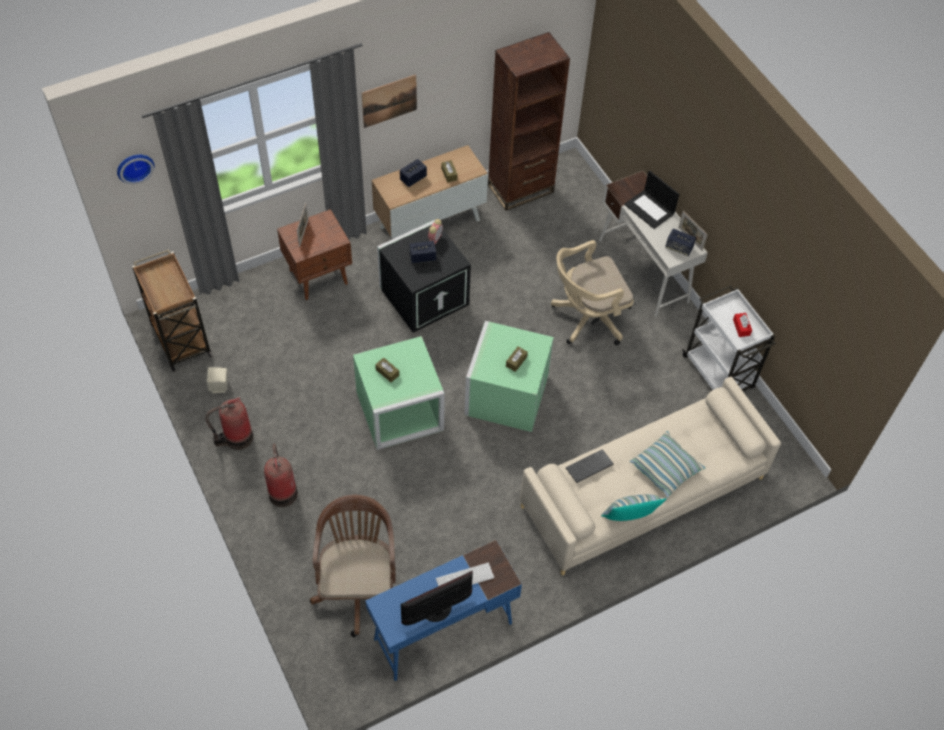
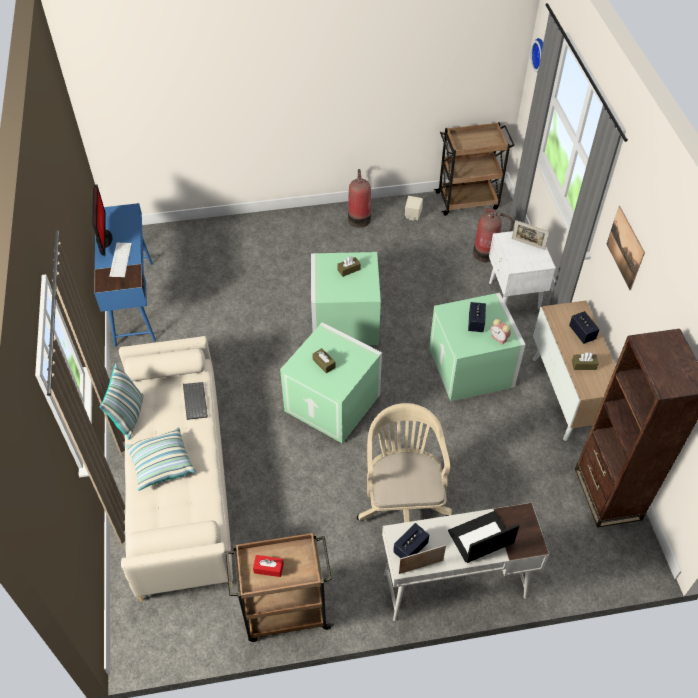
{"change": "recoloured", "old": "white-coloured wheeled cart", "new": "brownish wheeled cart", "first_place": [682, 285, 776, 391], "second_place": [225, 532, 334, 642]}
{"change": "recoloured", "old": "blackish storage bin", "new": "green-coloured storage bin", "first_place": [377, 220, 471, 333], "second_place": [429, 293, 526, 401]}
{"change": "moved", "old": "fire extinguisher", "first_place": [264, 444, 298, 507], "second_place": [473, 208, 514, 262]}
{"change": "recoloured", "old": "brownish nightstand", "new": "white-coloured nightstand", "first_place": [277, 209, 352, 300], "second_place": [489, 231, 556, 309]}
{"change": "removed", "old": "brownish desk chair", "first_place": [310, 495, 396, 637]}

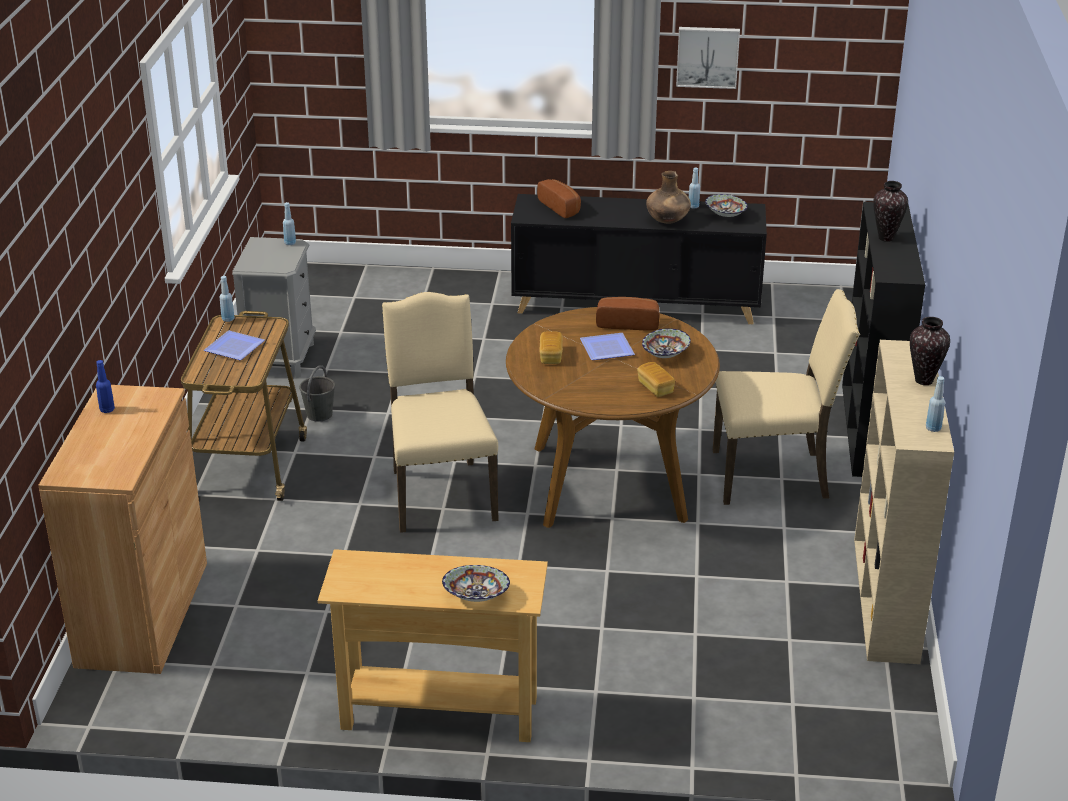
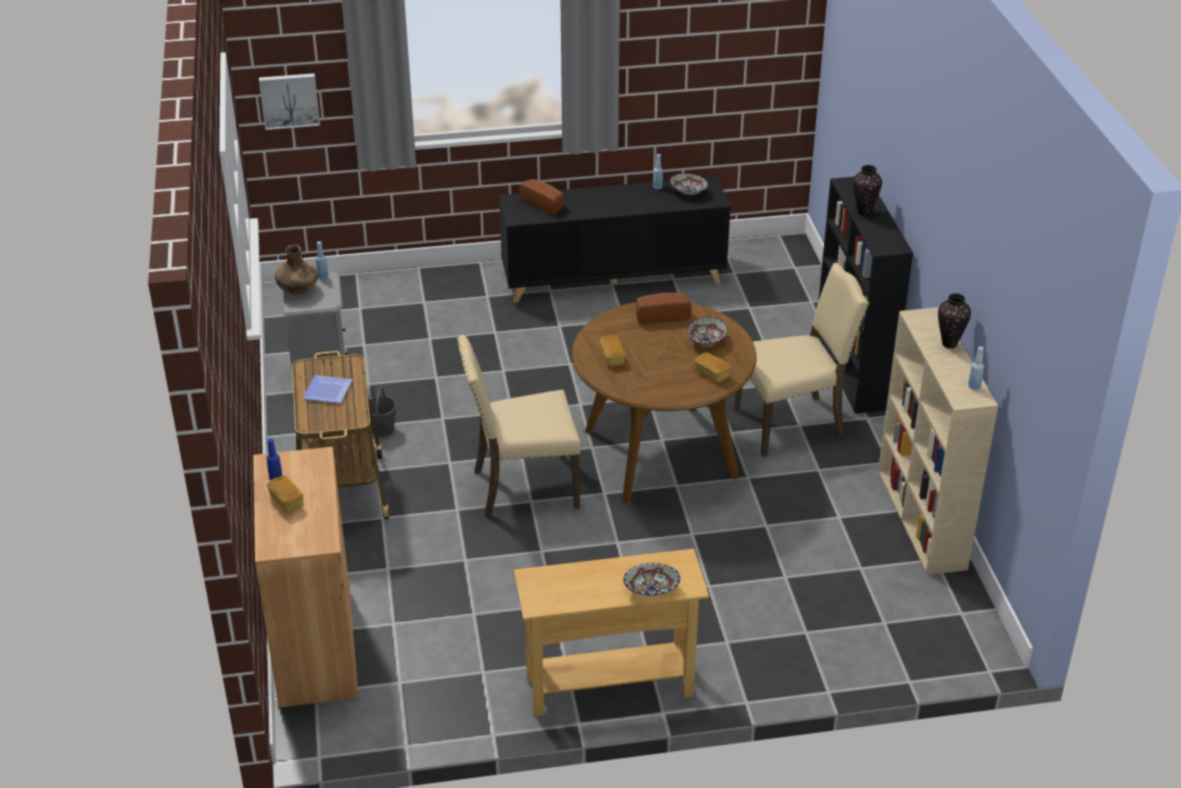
{"change": "moved", "old": "wall picture", "first_place": [676, 27, 740, 89], "second_place": [259, 73, 320, 130]}
{"change": "added", "new": "bakery bread", "second_place": [267, 476, 303, 513]}
{"change": "moved", "old": "brownish vase", "first_place": [646, 171, 691, 224], "second_place": [275, 244, 318, 295]}
{"change": "turned", "old": "beige-coloured chair", "first_place": [382, 292, 499, 533], "second_place": [457, 335, 581, 517], "degrees": -75}
{"change": "removed", "old": "blue-coloured beverage bottle", "first_place": [220, 276, 235, 322]}
{"change": "removed", "old": "flat dish", "first_place": [580, 333, 635, 360]}

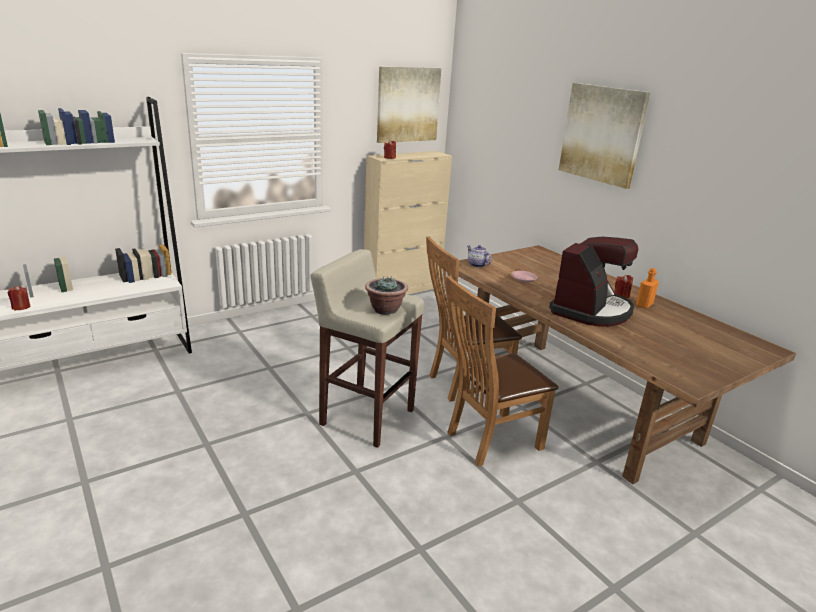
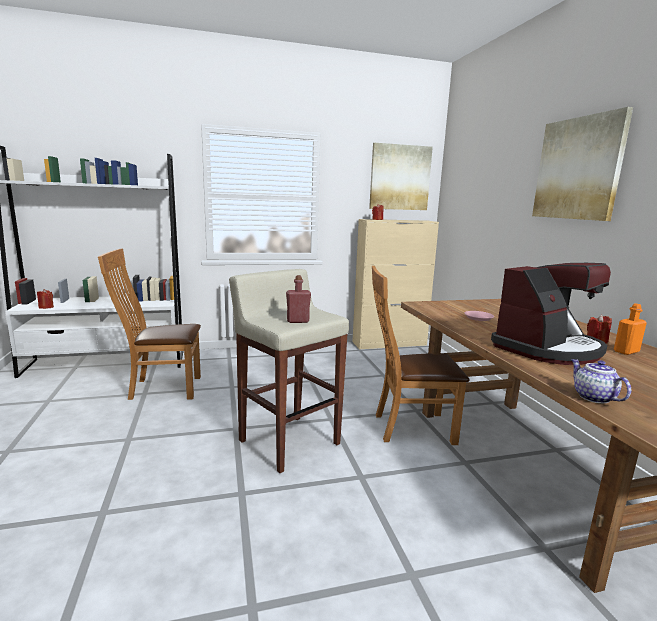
{"change": "moved", "old": "brownish chair", "first_place": [446, 276, 559, 467], "second_place": [98, 249, 201, 400]}
{"change": "replaced", "old": "plant in a pot", "new": "red beverage bottle", "first_place": [365, 276, 408, 315], "second_place": [286, 275, 311, 323]}
{"change": "moved", "old": "tea pot", "first_place": [467, 245, 492, 268], "second_place": [571, 359, 631, 403]}

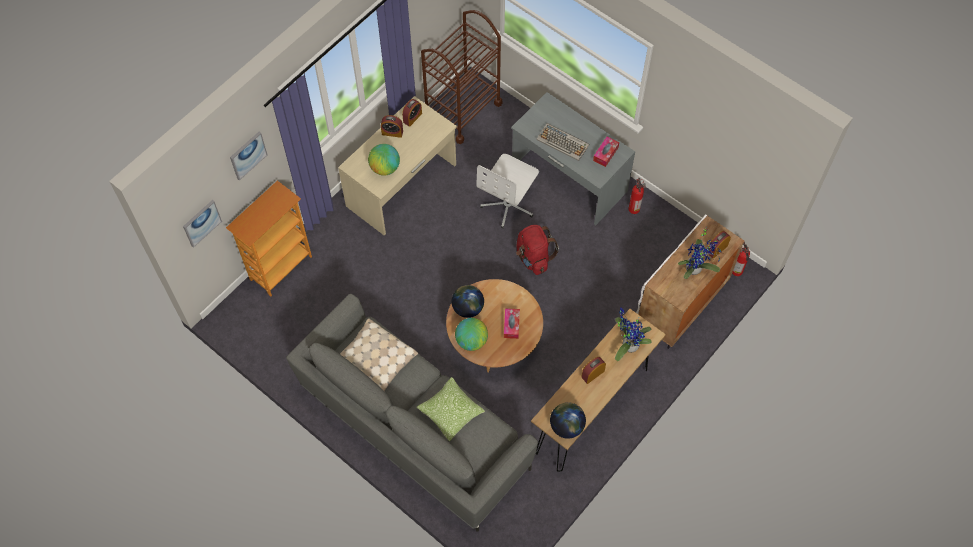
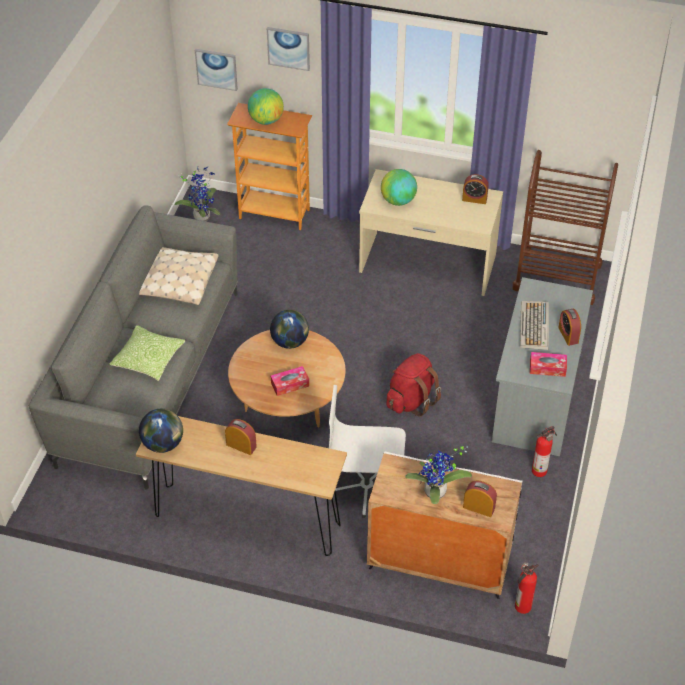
{"change": "moved", "old": "plant in a pot", "first_place": [615, 308, 652, 361], "second_place": [175, 166, 220, 222]}
{"change": "moved", "old": "desk globe", "first_place": [455, 318, 488, 351], "second_place": [248, 88, 284, 125]}
{"change": "moved", "old": "white-coloured desk chair", "first_place": [477, 154, 539, 228], "second_place": [329, 385, 406, 518]}
{"change": "moved", "old": "alarm clock", "first_place": [381, 115, 403, 138], "second_place": [558, 309, 581, 346]}

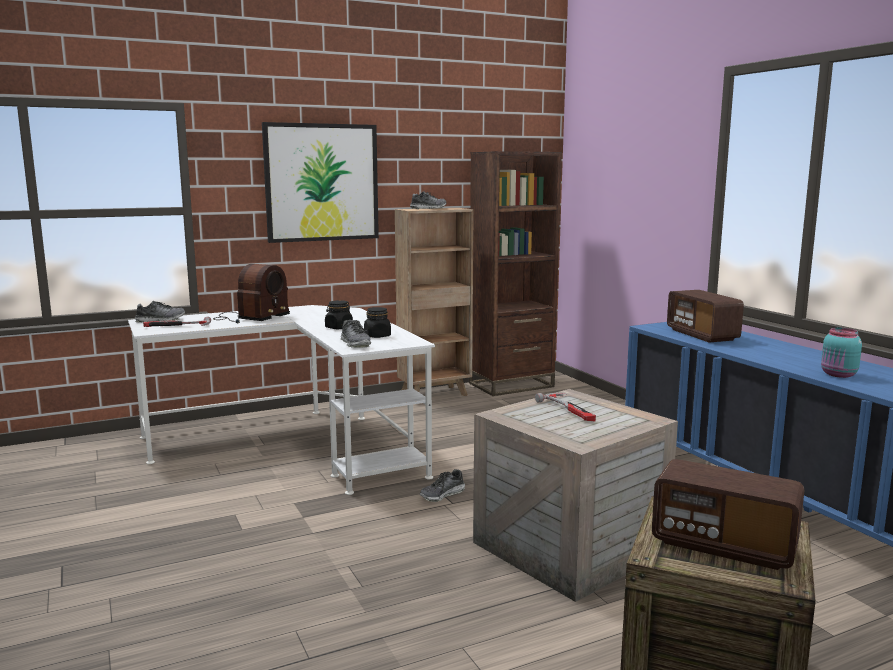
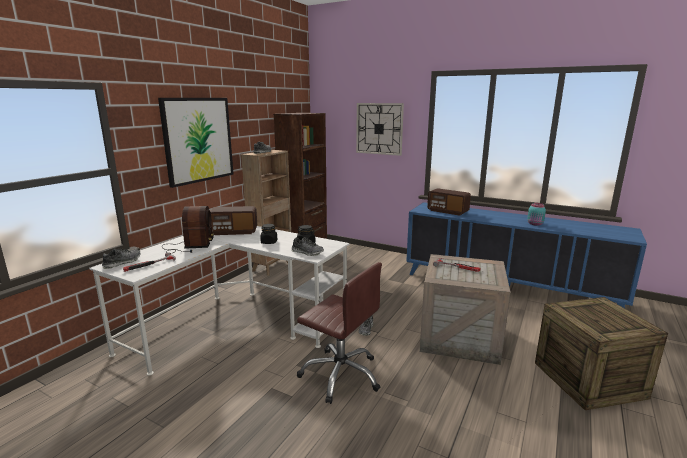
{"change": "moved", "old": "radio receiver", "first_place": [652, 459, 804, 570], "second_place": [210, 206, 257, 235]}
{"change": "added", "new": "brownish desk chair", "second_place": [297, 262, 382, 404]}
{"change": "added", "new": "clock on the wall", "second_place": [356, 103, 404, 156]}

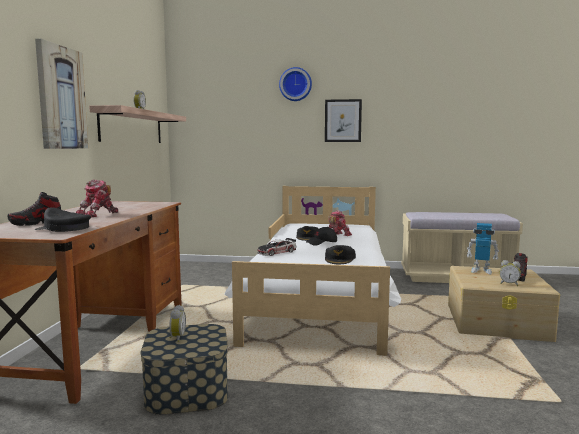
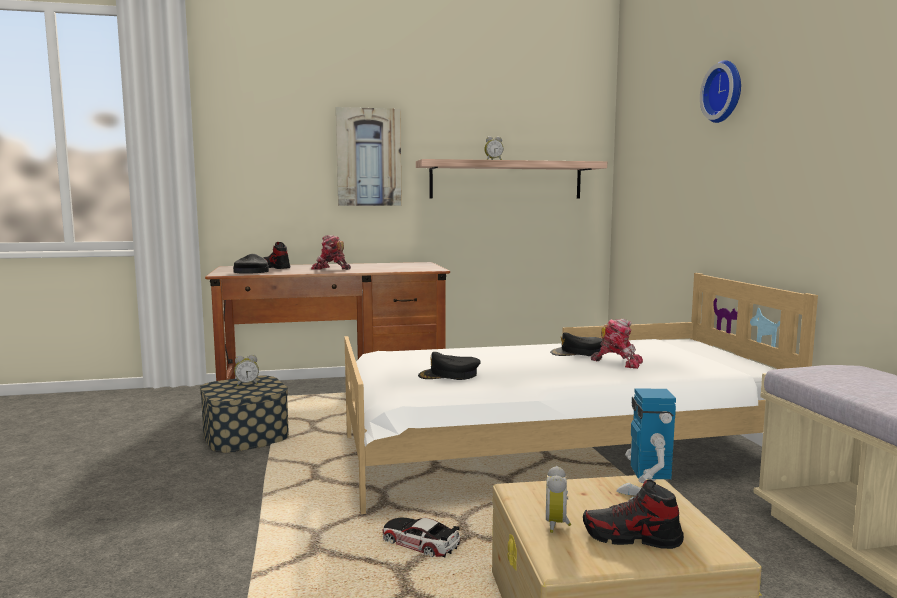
{"change": "moved", "old": "toy car", "first_place": [257, 238, 297, 256], "second_place": [383, 518, 460, 557]}
{"change": "removed", "old": "blackish cap", "first_place": [306, 227, 337, 246]}
{"change": "removed", "old": "wall picture", "first_place": [325, 99, 362, 142]}

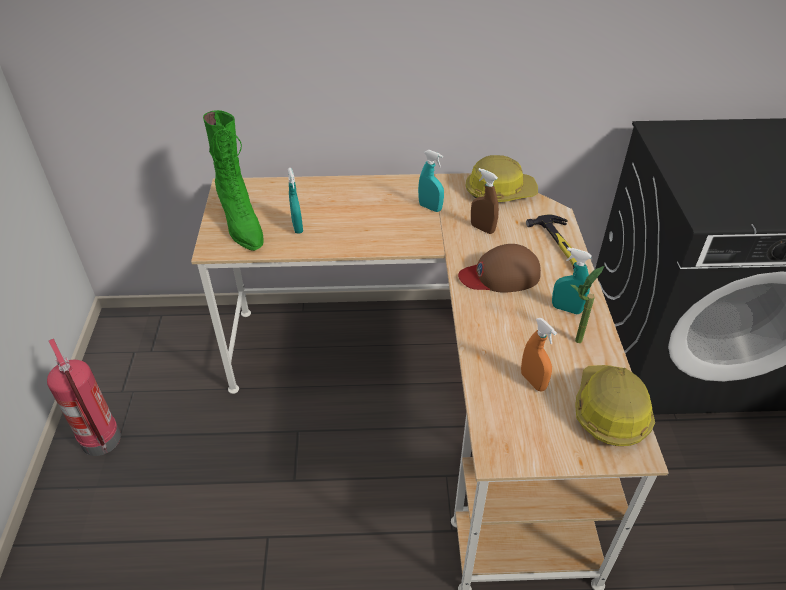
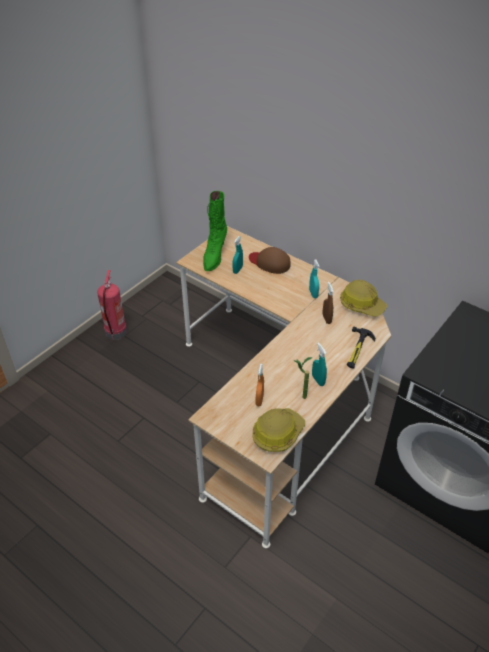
{"change": "moved", "old": "brownish cap", "first_place": [458, 244, 541, 293], "second_place": [249, 247, 291, 274]}

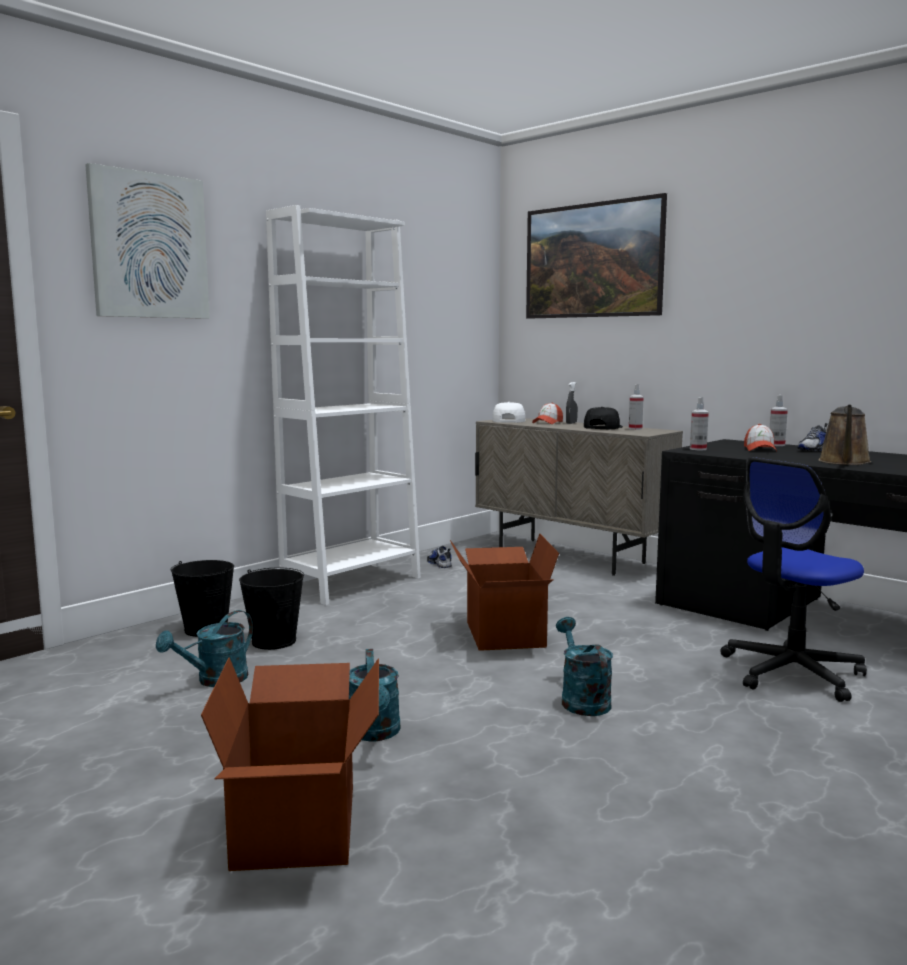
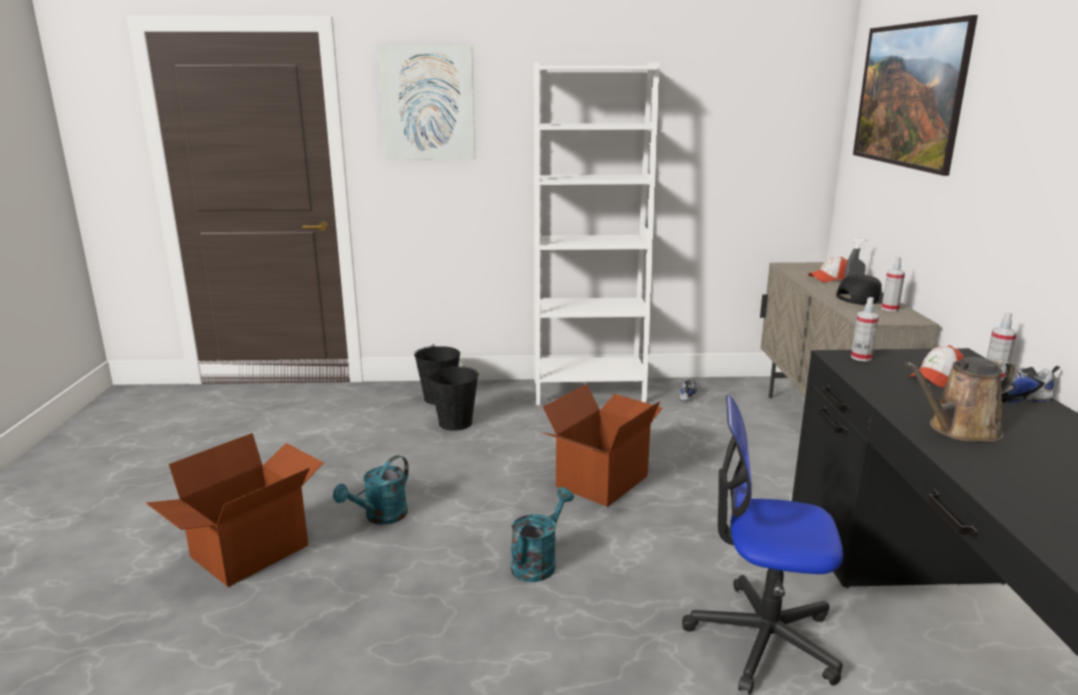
{"change": "removed", "old": "turquoise watering pot", "first_place": [156, 610, 253, 687]}
{"change": "removed", "old": "white-coloured cap", "first_place": [492, 402, 526, 423]}

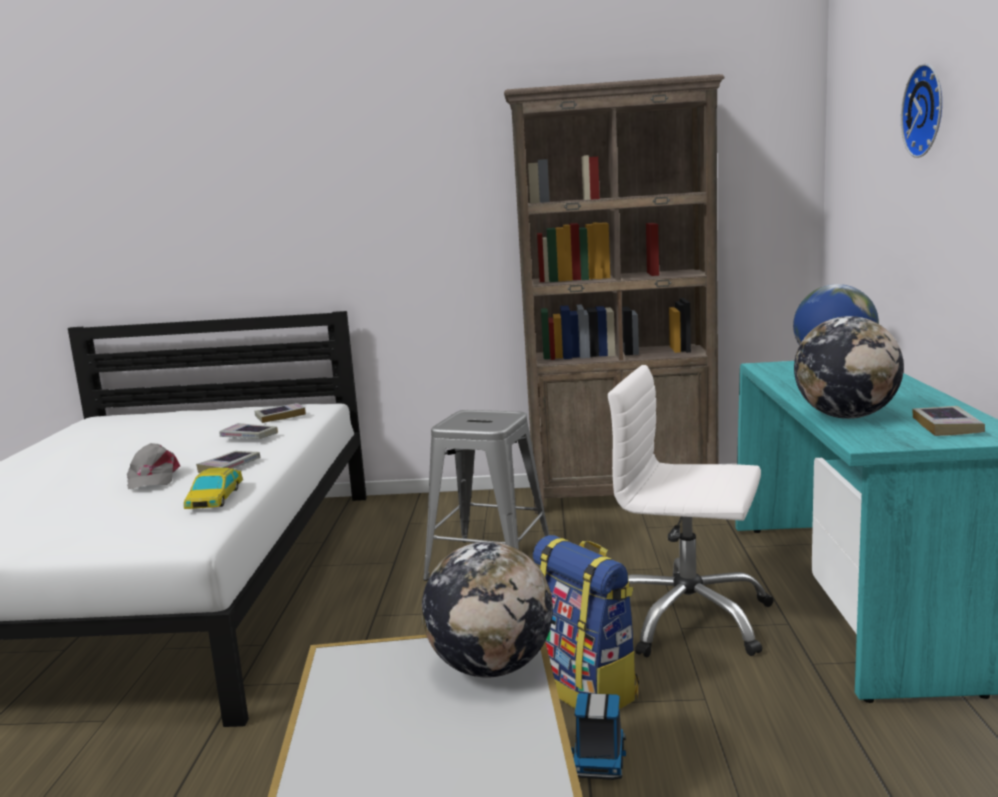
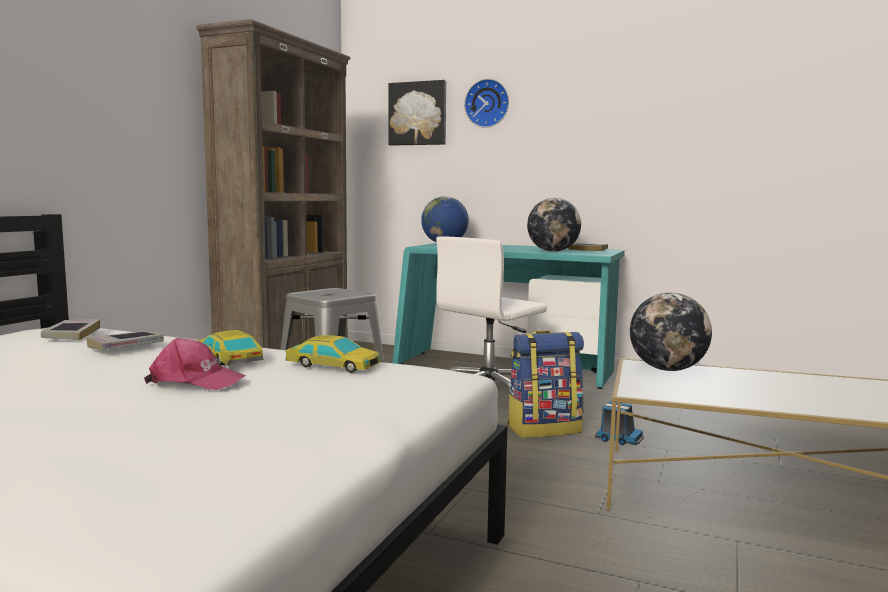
{"change": "recoloured", "old": "gray cap", "new": "pink-coloured cap", "first_place": [127, 443, 180, 489], "second_place": [144, 338, 246, 390]}
{"change": "replaced", "old": "volume", "new": "toy car", "first_place": [196, 451, 261, 473], "second_place": [197, 330, 264, 366]}
{"change": "added", "new": "wall picture", "second_place": [388, 80, 446, 146]}

